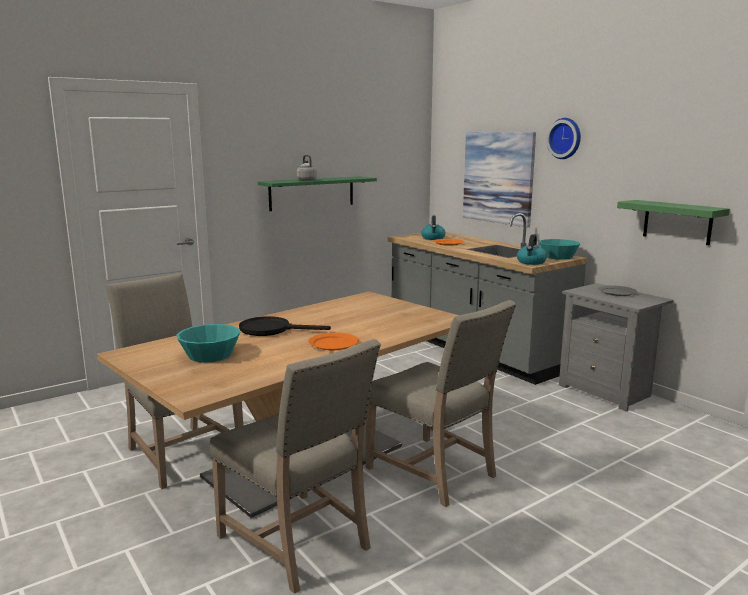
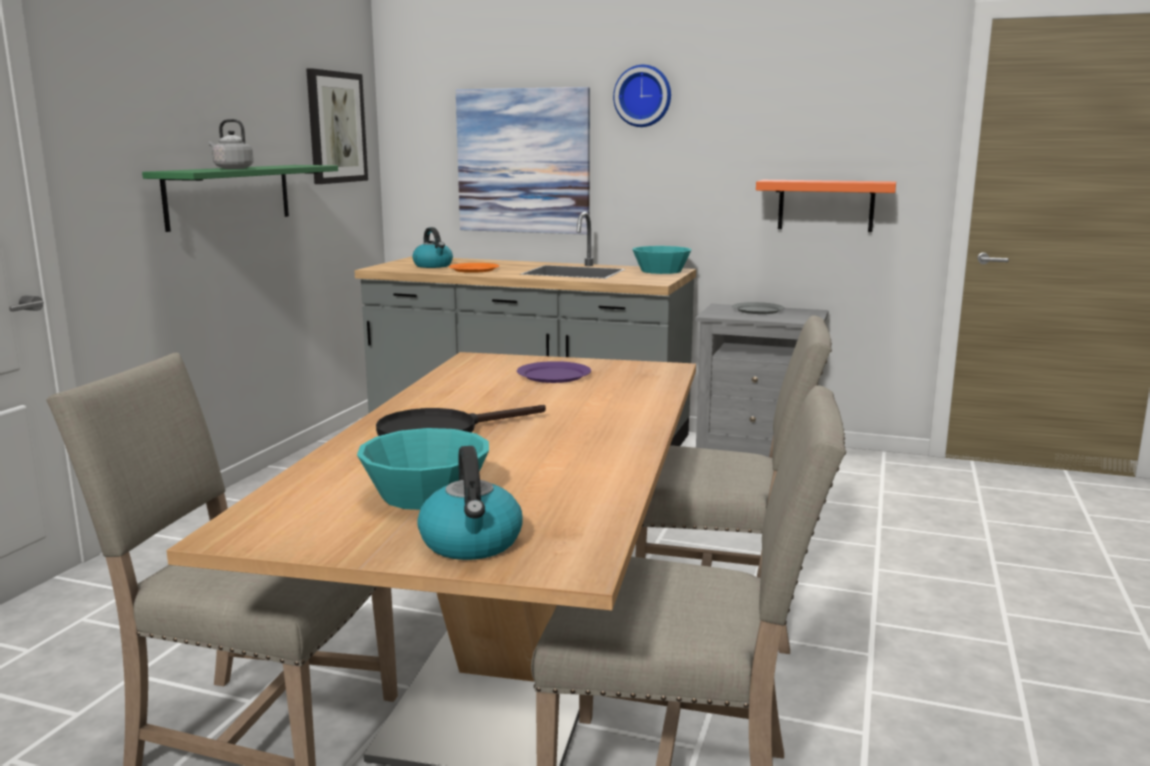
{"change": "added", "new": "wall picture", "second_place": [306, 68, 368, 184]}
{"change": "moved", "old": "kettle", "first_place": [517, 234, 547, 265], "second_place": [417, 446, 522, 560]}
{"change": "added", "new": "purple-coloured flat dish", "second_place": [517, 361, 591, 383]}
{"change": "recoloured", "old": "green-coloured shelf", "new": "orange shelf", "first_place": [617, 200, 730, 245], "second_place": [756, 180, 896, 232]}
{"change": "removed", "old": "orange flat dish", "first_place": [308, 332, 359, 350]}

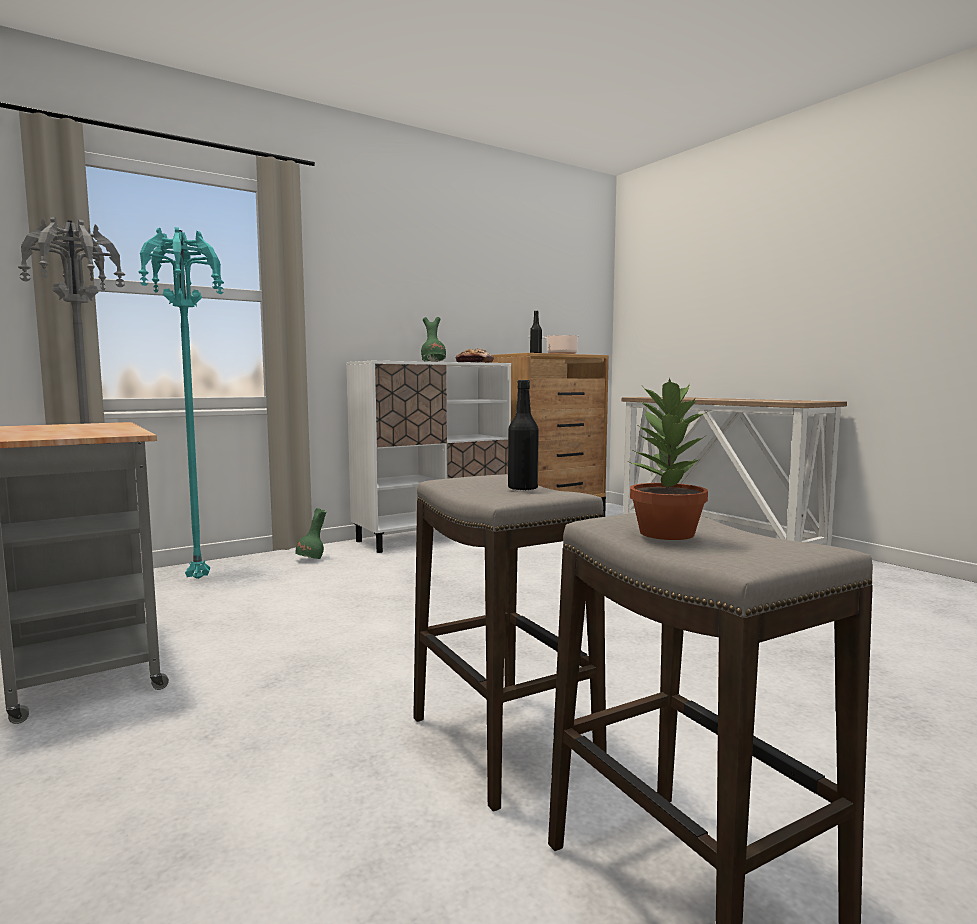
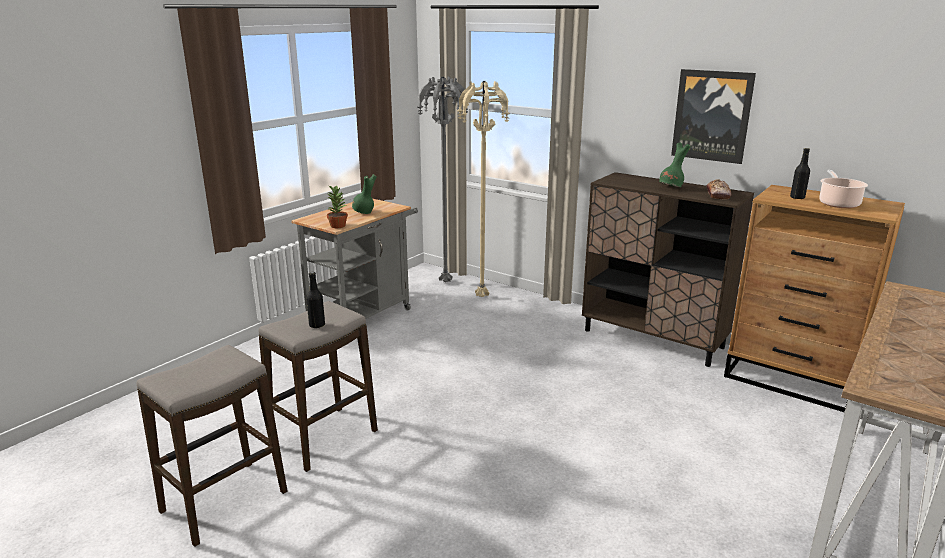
{"change": "moved", "old": "plant in a pot", "first_place": [630, 378, 708, 540], "second_place": [327, 185, 348, 228]}
{"change": "moved", "old": "green-coloured vase", "first_place": [295, 508, 326, 559], "second_place": [352, 174, 377, 214]}
{"change": "recoloured", "old": "turquoise standard lamp", "new": "beige-coloured standard lamp", "first_place": [138, 227, 224, 579], "second_place": [457, 81, 510, 297]}
{"change": "recoloured", "old": "white-coloured cabinet", "new": "brownish cabinet", "first_place": [346, 361, 511, 553], "second_place": [582, 172, 754, 367]}
{"change": "added", "new": "wall picture", "second_place": [671, 69, 756, 164]}

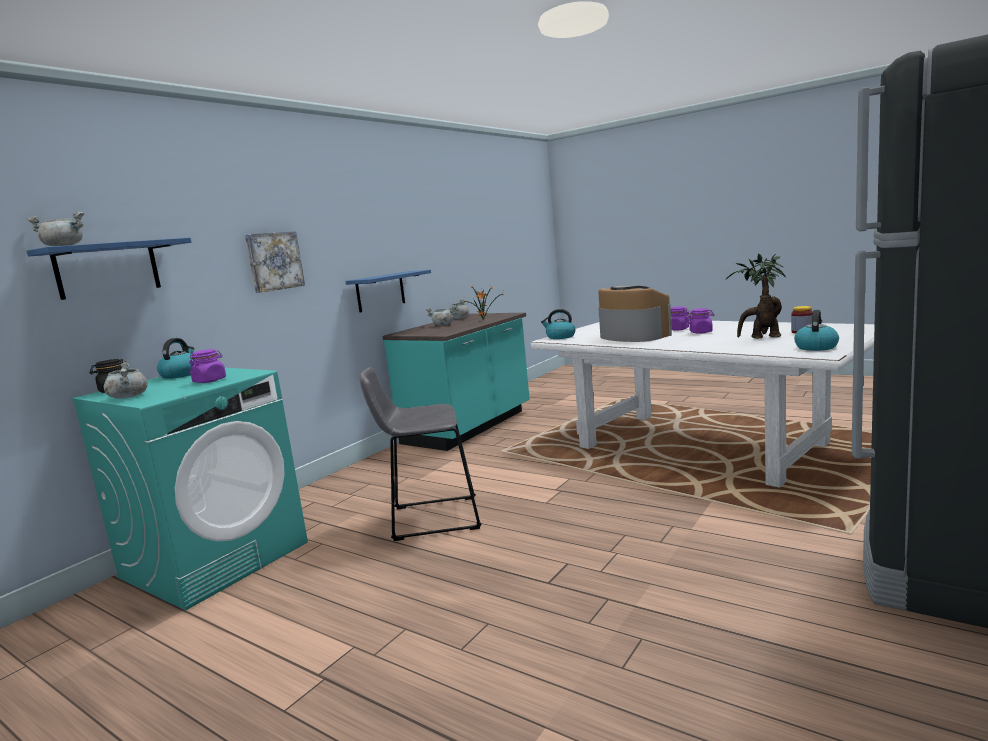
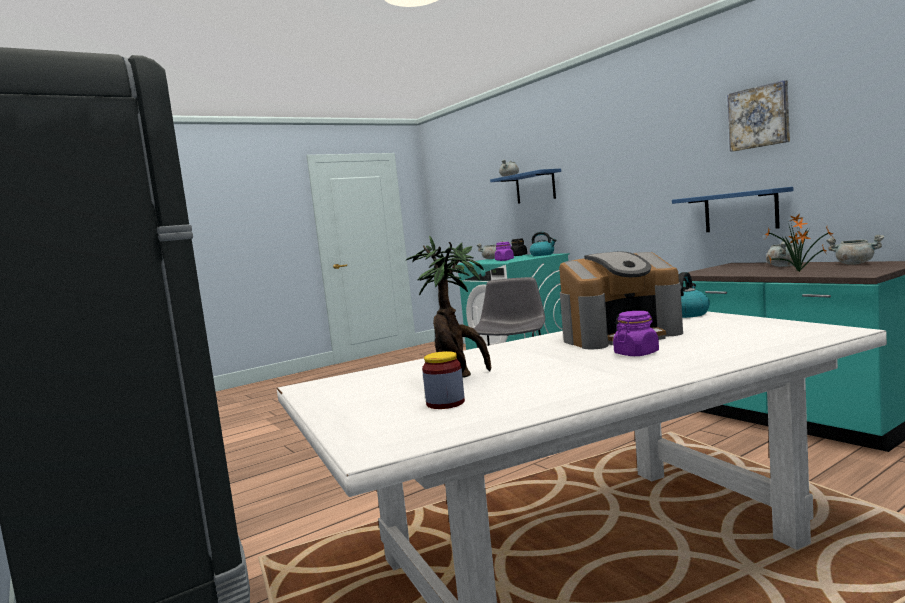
{"change": "moved", "old": "wall picture", "first_place": [245, 231, 305, 293], "second_place": [727, 80, 790, 152]}
{"change": "removed", "old": "purple-coloured jar", "first_place": [687, 308, 714, 334]}
{"change": "removed", "old": "kettle", "first_place": [794, 310, 839, 351]}

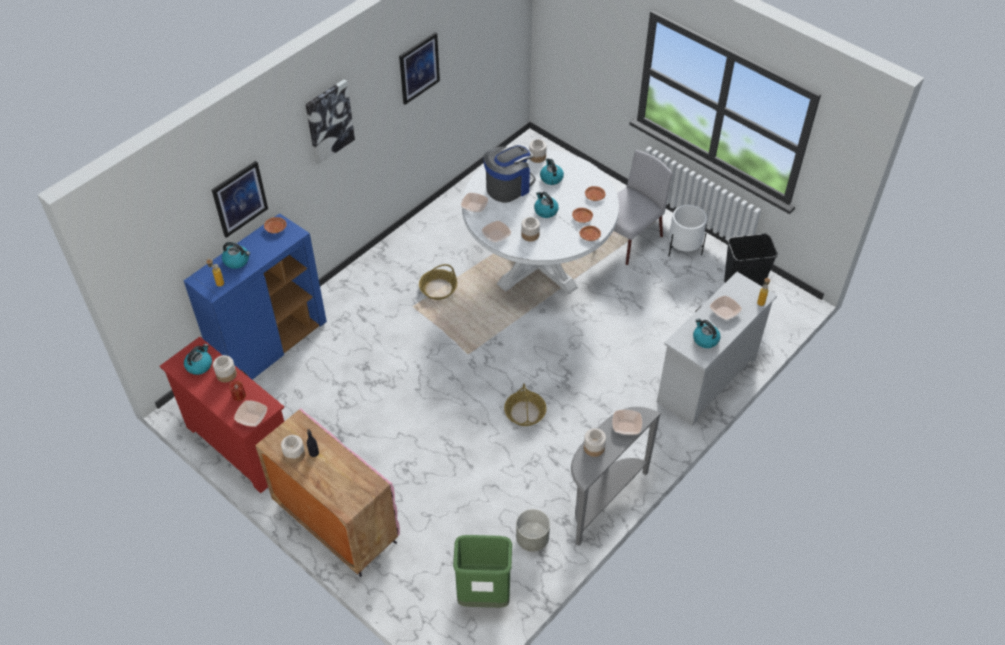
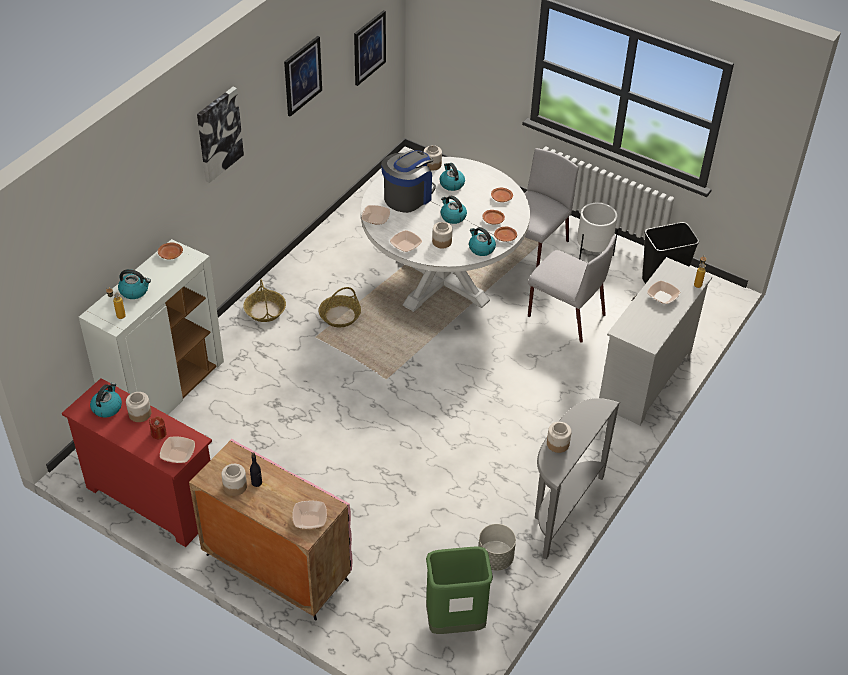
{"change": "recoloured", "old": "blue-coloured cabinet", "new": "white-coloured cabinet", "first_place": [184, 213, 327, 380], "second_place": [79, 239, 224, 415]}
{"change": "moved", "old": "storage basket", "first_place": [504, 384, 546, 426], "second_place": [243, 279, 286, 322]}
{"change": "moved", "old": "bowl", "first_place": [612, 410, 642, 435], "second_place": [292, 501, 327, 529]}
{"change": "moved", "old": "wall picture", "first_place": [212, 161, 268, 238], "second_place": [354, 10, 386, 86]}
{"change": "moved", "old": "kettle", "first_place": [693, 318, 720, 348], "second_place": [469, 227, 496, 256]}
{"change": "added", "new": "gray chair", "second_place": [528, 235, 616, 343]}

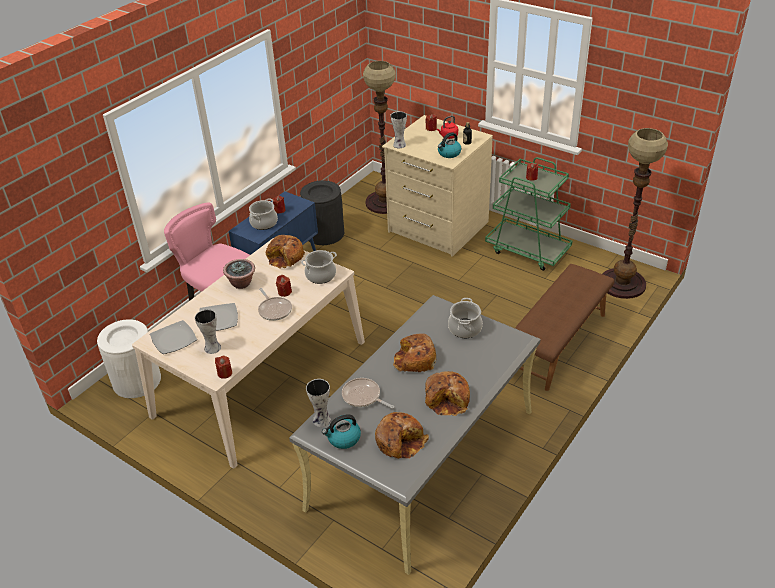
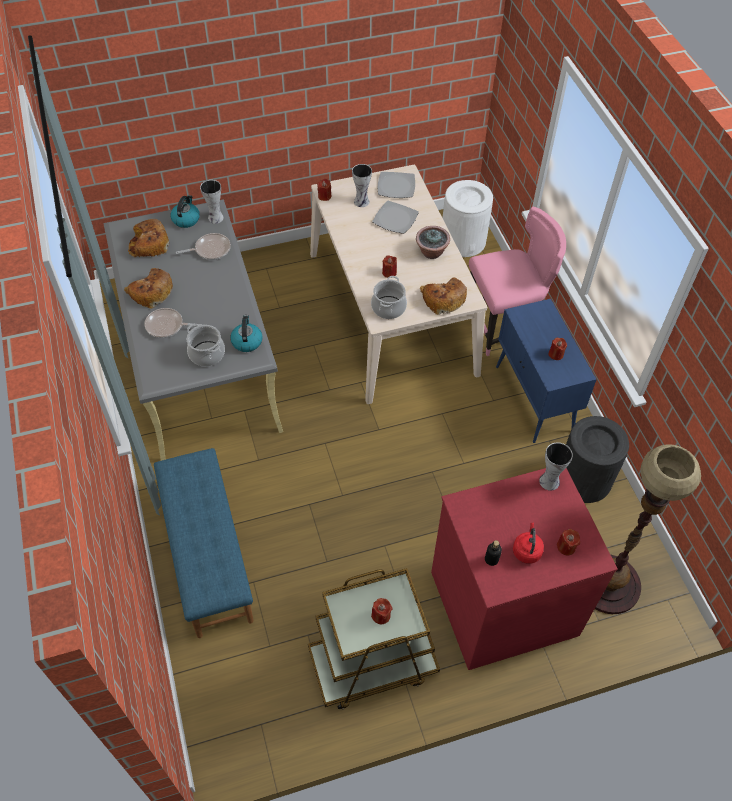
{"change": "moved", "old": "pan", "first_place": [258, 288, 292, 321], "second_place": [144, 308, 202, 338]}
{"change": "recoloured", "old": "brownish indoor bench", "new": "blue-coloured indoor bench", "first_place": [515, 264, 615, 391], "second_place": [154, 448, 254, 638]}
{"change": "moved", "old": "kettle", "first_place": [438, 132, 462, 158], "second_place": [230, 315, 263, 352]}
{"change": "recoloured", "old": "green-coloured wheeled cart", "new": "brownish wheeled cart", "first_place": [485, 157, 572, 271], "second_place": [308, 568, 440, 710]}
{"change": "recoloured", "old": "beige-coloured drawer chest", "new": "red drawer chest", "first_place": [382, 115, 493, 257], "second_place": [431, 468, 618, 670]}
{"change": "removed", "old": "saucepot", "first_place": [249, 198, 278, 230]}
{"change": "removed", "old": "bakery bread", "first_place": [393, 333, 436, 372]}
{"change": "removed", "old": "standard lamp", "first_place": [602, 128, 668, 299]}

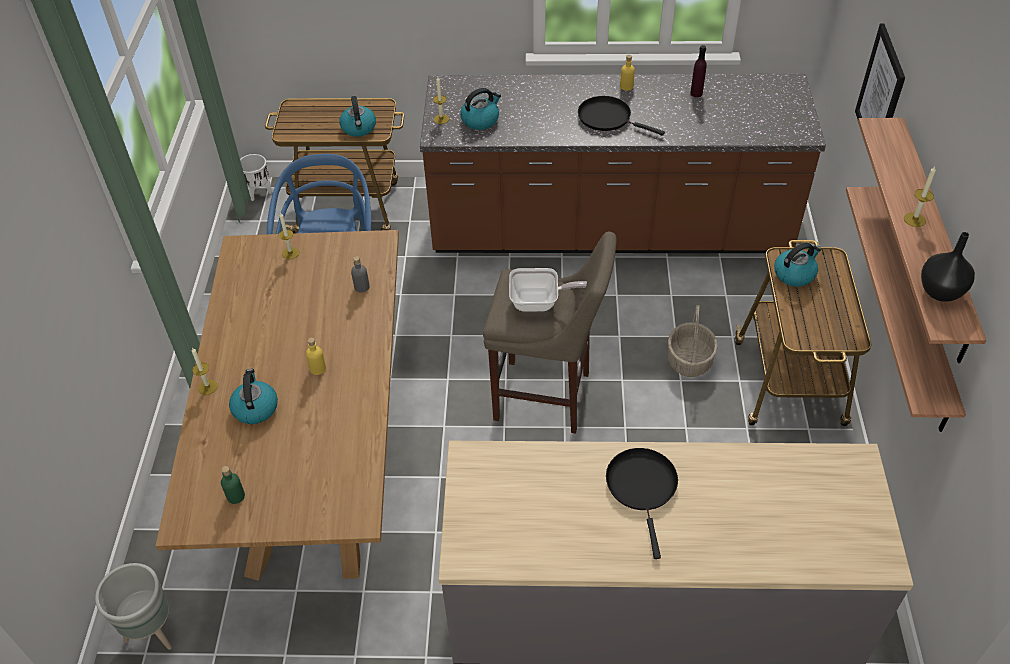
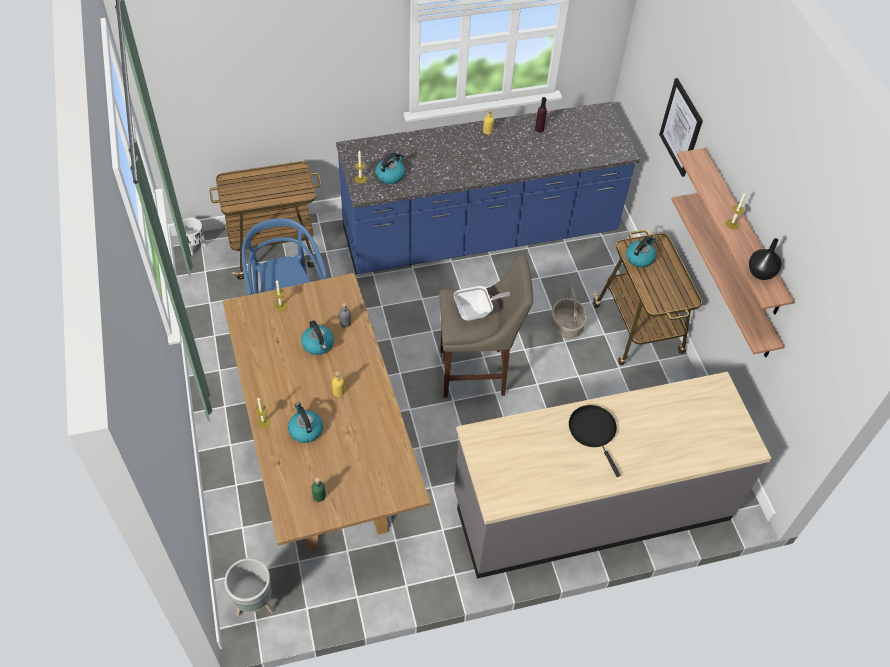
{"change": "moved", "old": "kettle", "first_place": [339, 96, 376, 137], "second_place": [301, 320, 334, 355]}
{"change": "recoloured", "old": "brownish counter", "new": "blue-coloured counter", "first_place": [420, 74, 826, 253], "second_place": [336, 102, 640, 274]}
{"change": "removed", "old": "blackish pan", "first_place": [578, 96, 665, 136]}

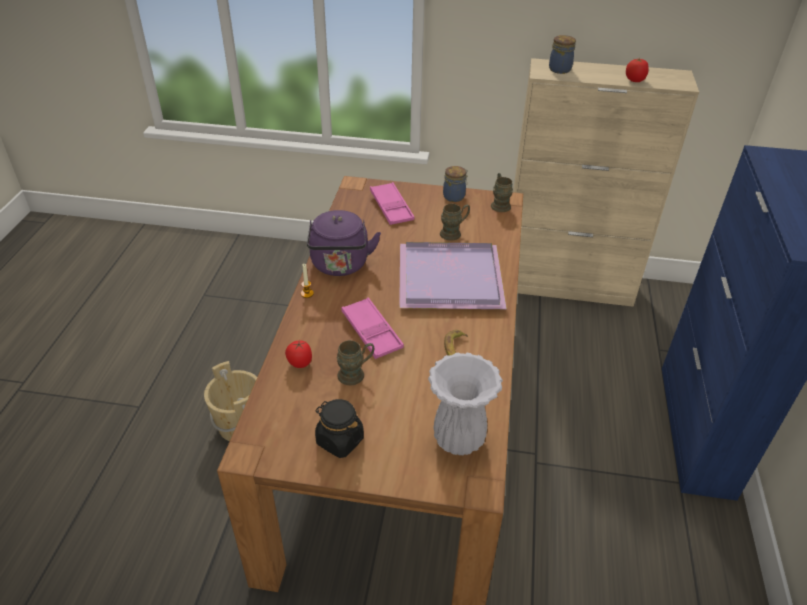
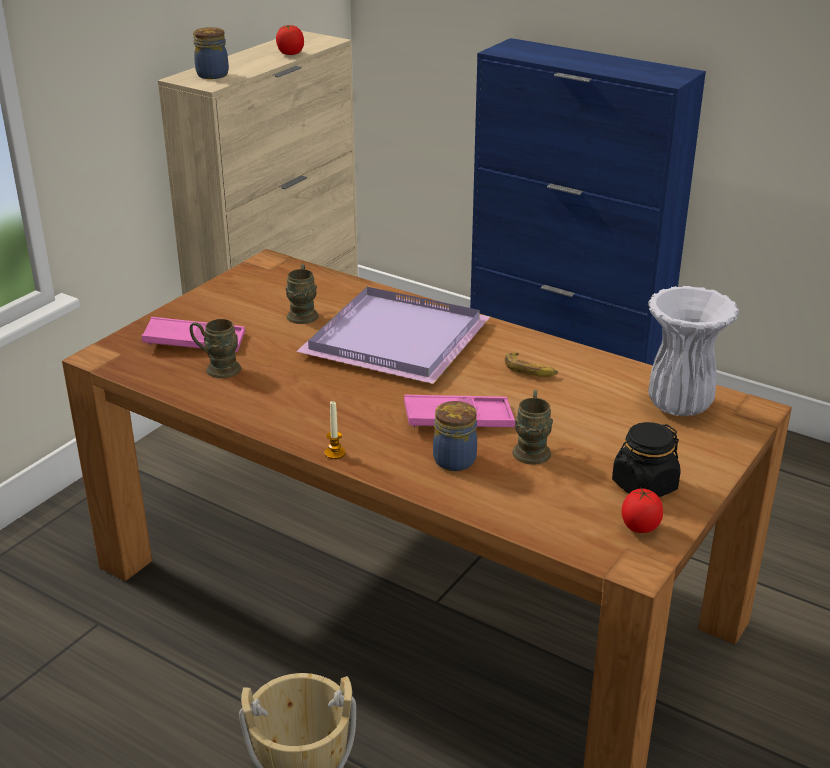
{"change": "moved", "old": "brownish tea mug", "first_place": [491, 173, 513, 212], "second_place": [190, 319, 241, 378]}
{"change": "moved", "old": "jar", "first_place": [443, 166, 468, 202], "second_place": [433, 401, 477, 471]}
{"change": "moved", "old": "tomato", "first_place": [285, 340, 312, 368], "second_place": [622, 487, 663, 533]}
{"change": "removed", "old": "purple-coloured kettle", "first_place": [307, 210, 381, 276]}

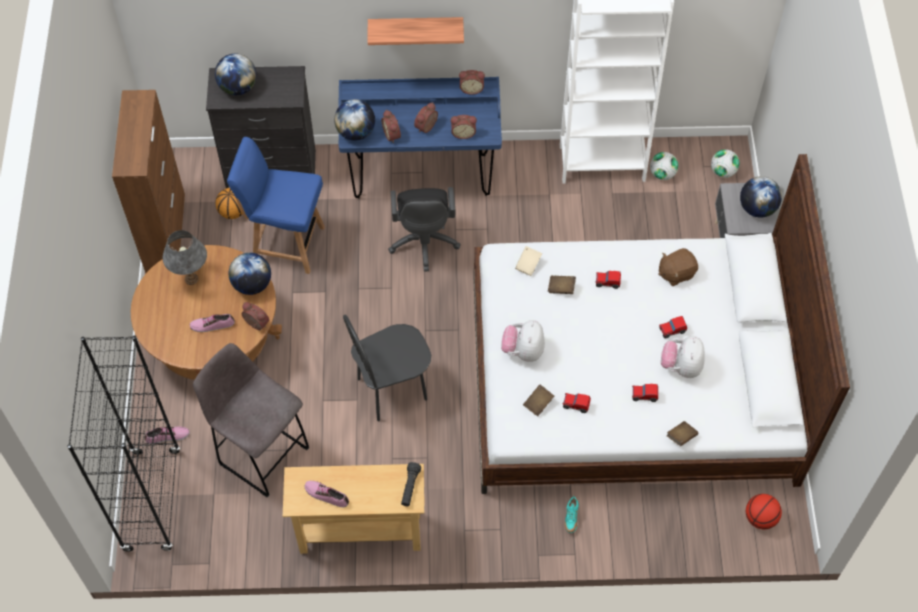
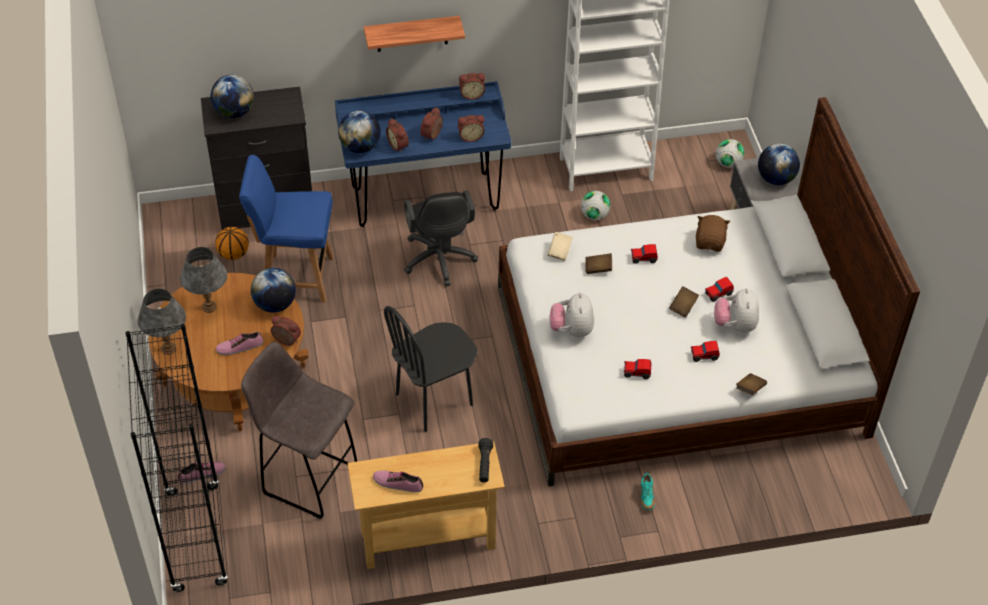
{"change": "added", "new": "gray tabletop lamp", "second_place": [138, 289, 186, 355]}
{"change": "moved", "old": "football ball", "first_place": [650, 152, 678, 180], "second_place": [581, 191, 610, 220]}
{"change": "moved", "old": "brownish volume", "first_place": [523, 384, 554, 416], "second_place": [669, 286, 699, 318]}
{"change": "turned", "old": "brownish plush toy", "first_place": [658, 248, 698, 286], "second_place": [696, 215, 730, 252], "degrees": 135}
{"change": "removed", "old": "brownish cabinet", "first_place": [112, 90, 185, 273]}
{"change": "removed", "old": "basketball", "first_place": [746, 494, 782, 529]}

